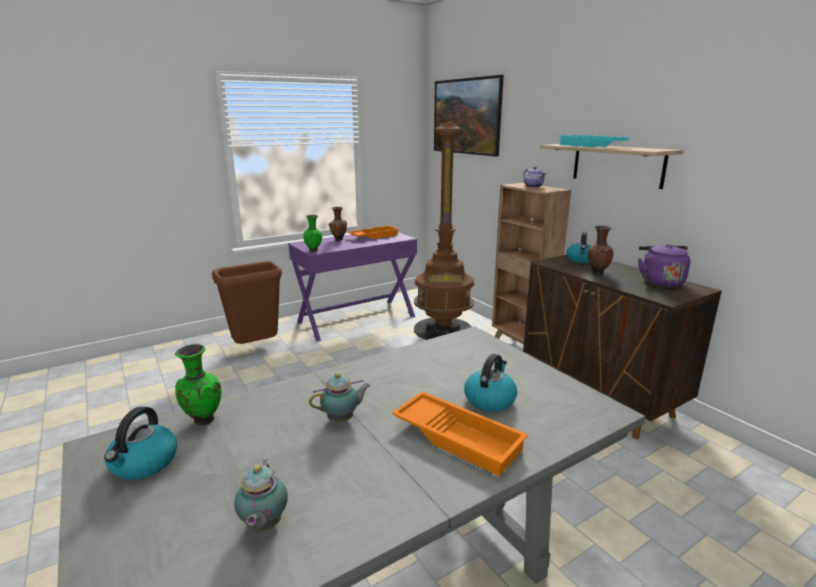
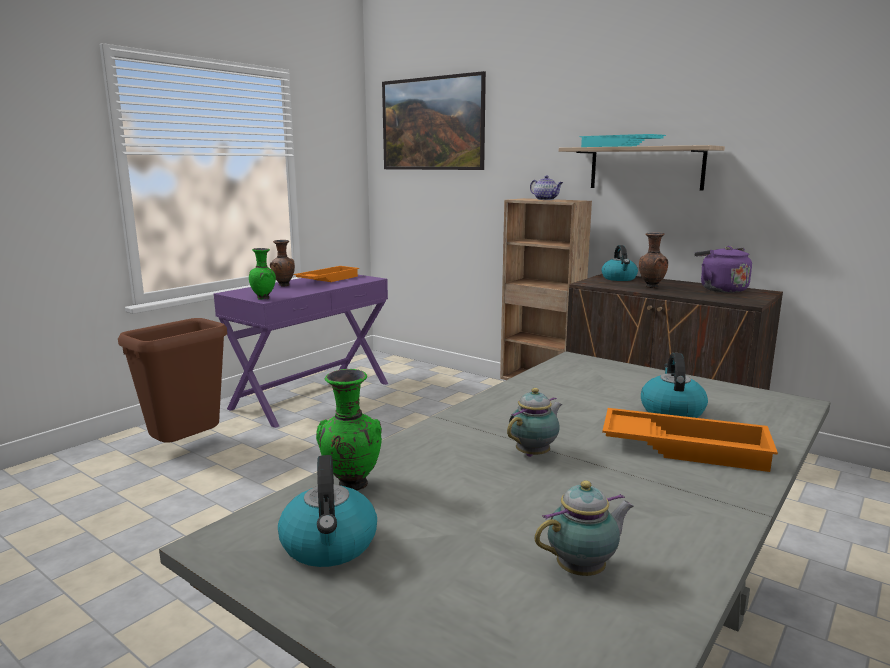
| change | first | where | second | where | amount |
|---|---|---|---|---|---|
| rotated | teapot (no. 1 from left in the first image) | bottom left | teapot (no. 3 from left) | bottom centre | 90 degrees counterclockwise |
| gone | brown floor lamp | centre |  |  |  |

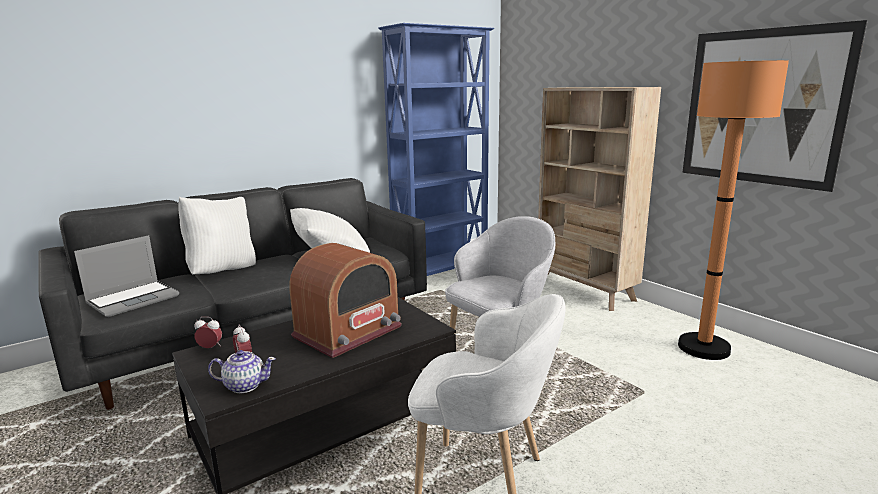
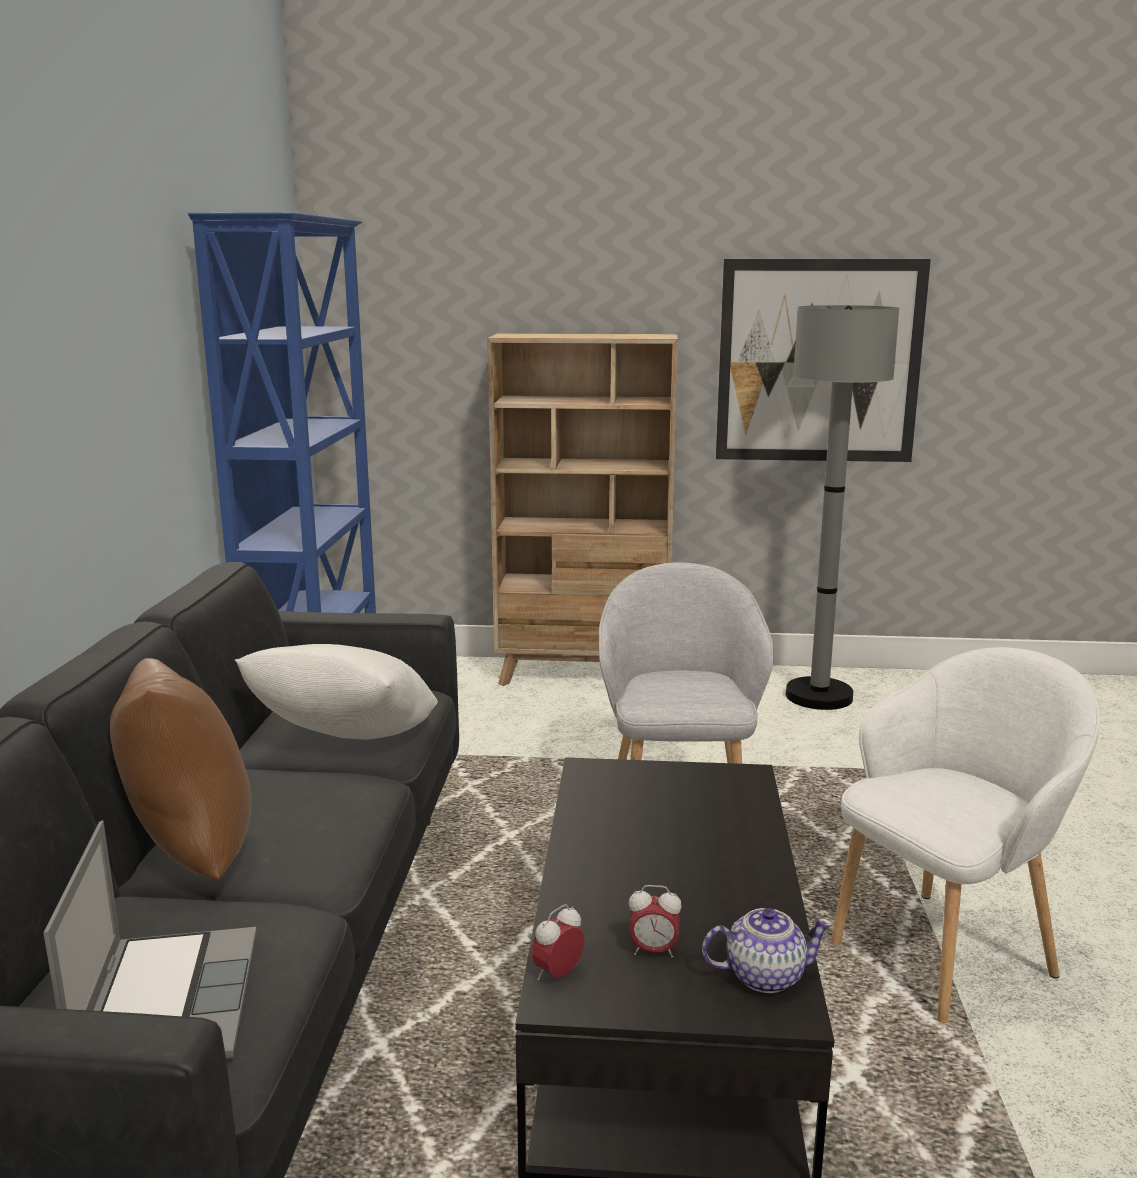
| change | first | where | second | where | amount |
|---|---|---|---|---|---|
| repainted | white pillow (no. 1 from left) | middle left | brown pillow | middle left |  |
| rotated | teapot | bottom left |  | bottom right | 45 degrees clockwise |
| gone | radio | centre |  |  |  |
| repainted | orange floor lamp | middle right | grey floor lamp | middle right |  |

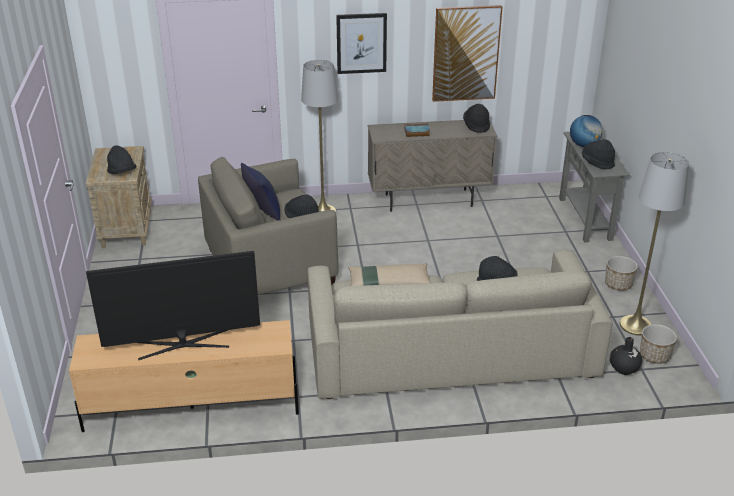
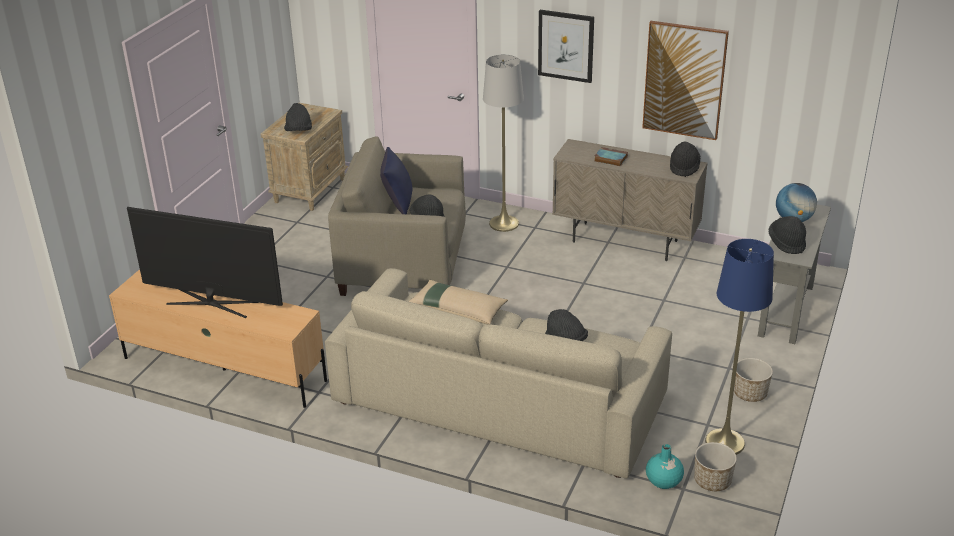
| change | first | where | second | where | amount |
|---|---|---|---|---|---|
| repainted | black vase | bottom right | turquoise vase | bottom right |  |
| repainted | grey floor lamp (no. 2 from left) | middle right | blue floor lamp | middle right |  |

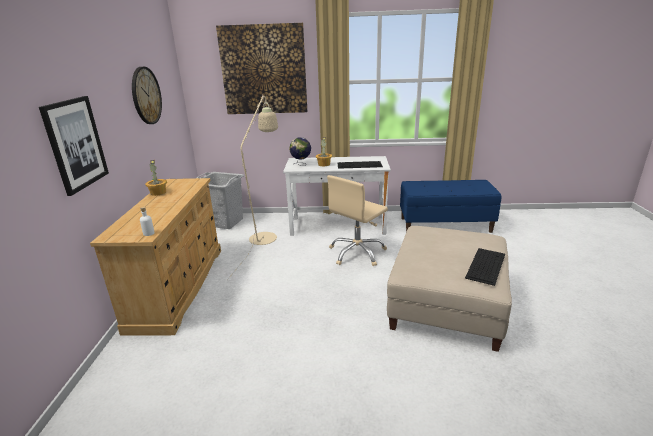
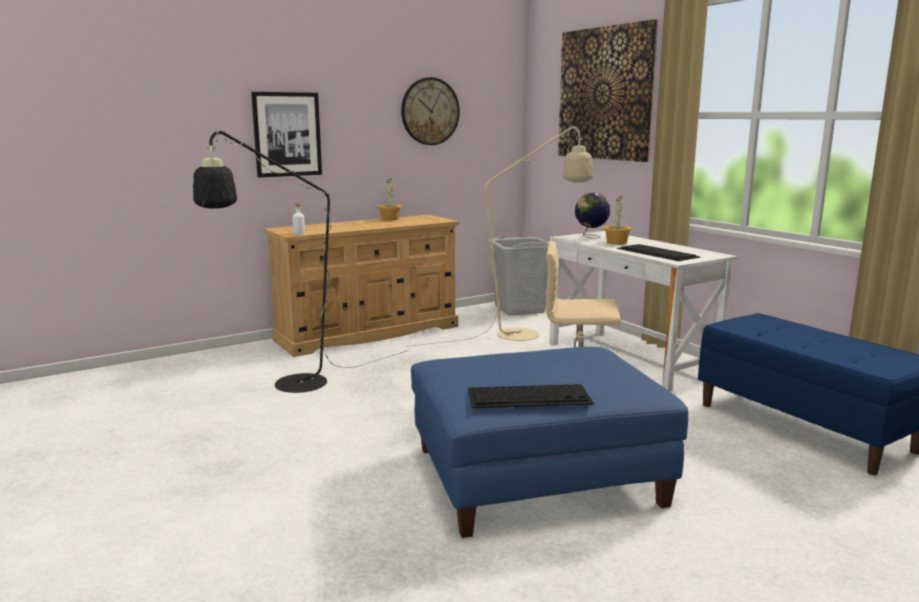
| change | first | where | second | where | amount |
|---|---|---|---|---|---|
| repainted | beige ottoman | middle right | blue ottoman | bottom centre |  |
| new |  |  | black floor lamp | middle left |  |

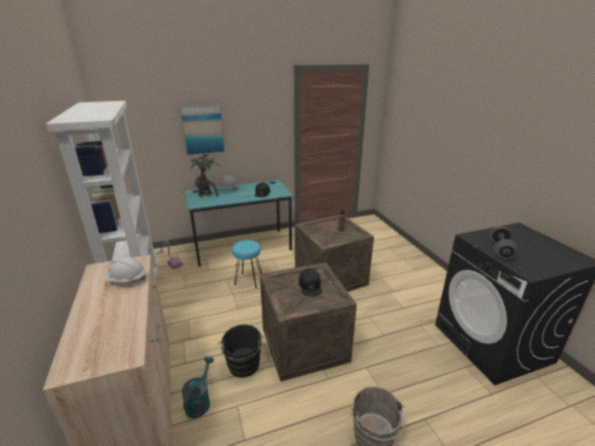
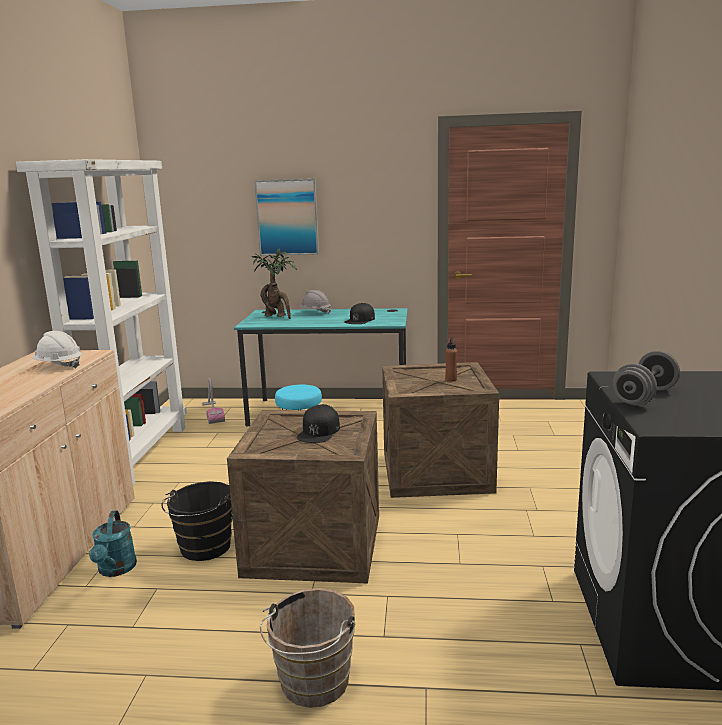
| change | first | where | second | where | amount |
|---|---|---|---|---|---|
| rotated | turquoise watering can | bottom left |  | bottom left | 135 degrees clockwise |

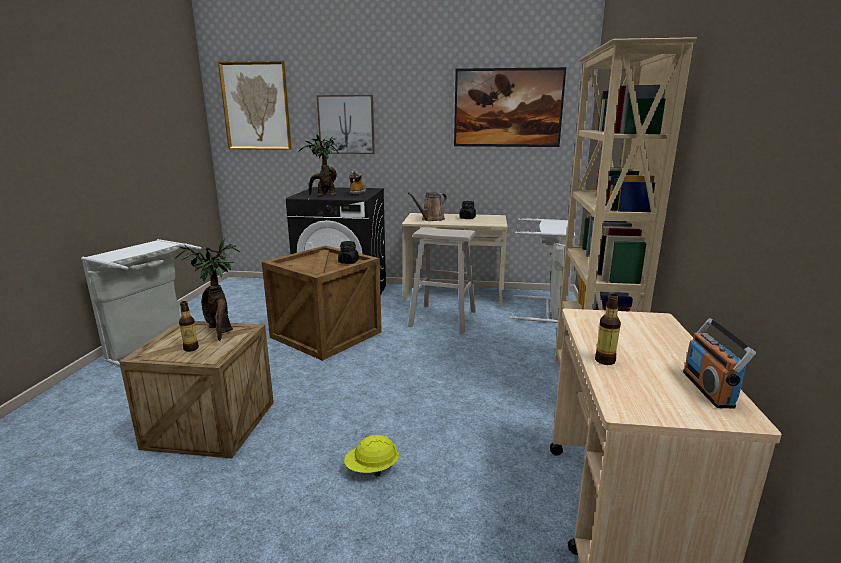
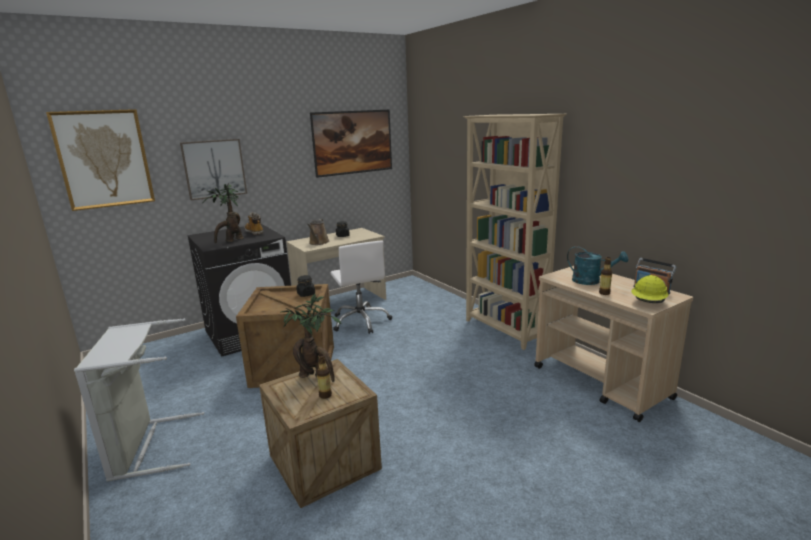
| change | first | where | second | where | amount |
|---|---|---|---|---|---|
| shifted | yellow hard hat | bottom centre |  | middle right |  |
| swapped | beige stool | centre | white office chair | centre |  |
| gone | grey laundry basket (no. 2 from left) | centre |  |  |  |
| new |  |  | turquoise watering can | middle right |  |

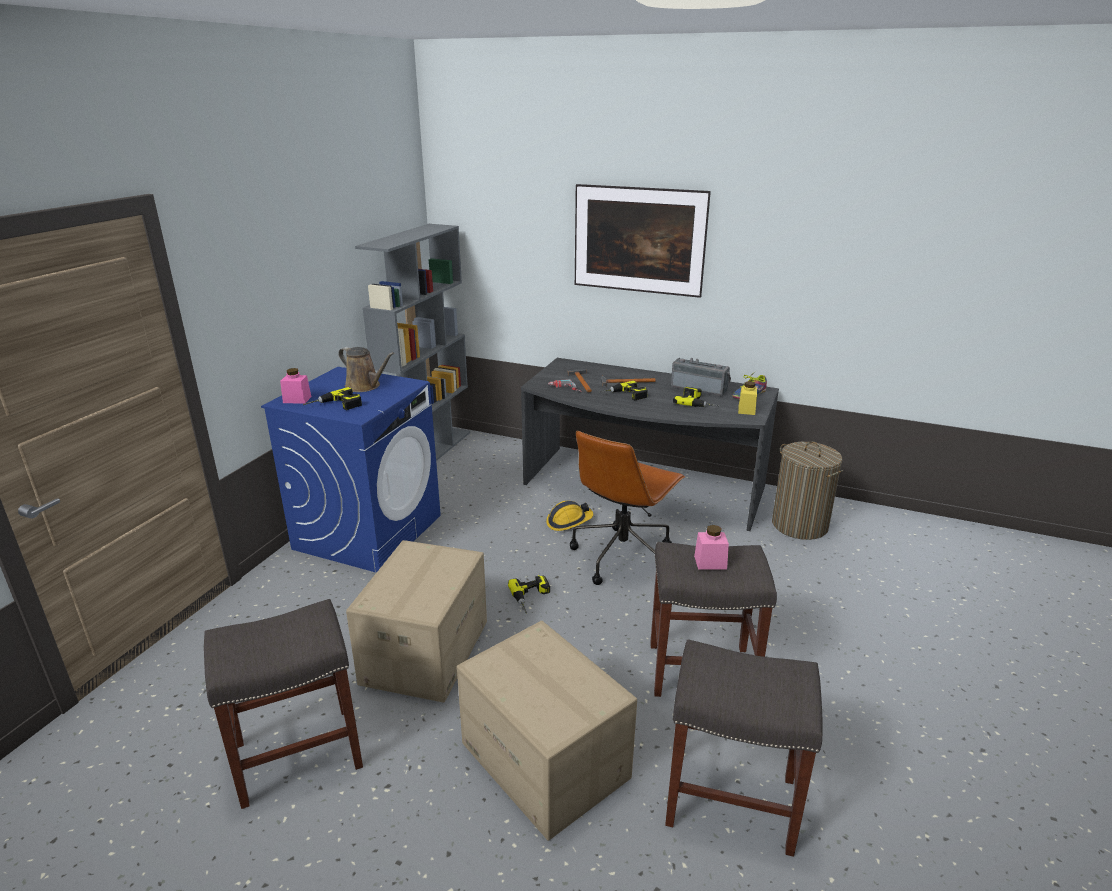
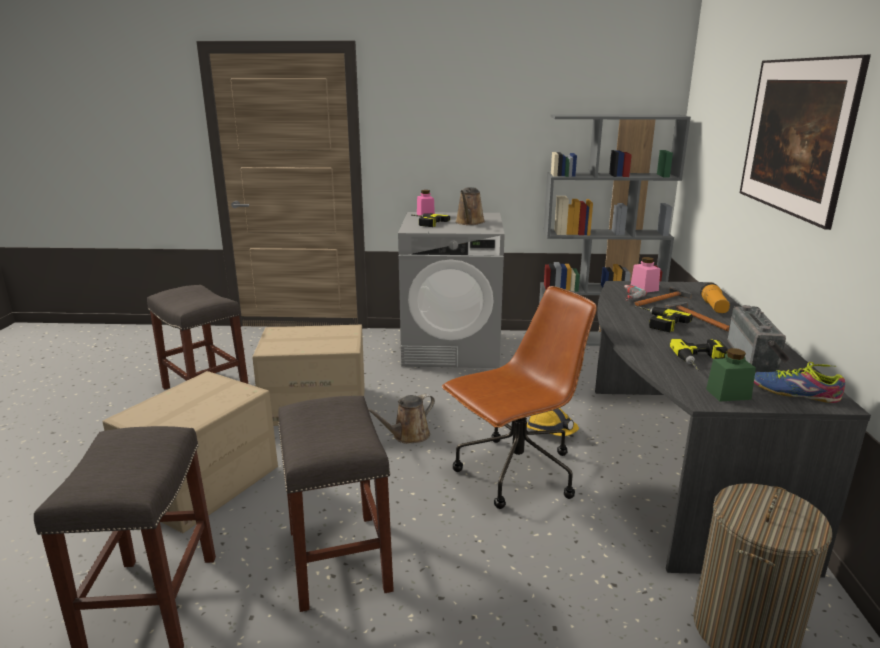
| change | first | where | second | where | amount |
|---|---|---|---|---|---|
| repainted | blue washing machine | middle left | grey washing machine | centre |  |
| swapped | power drill (no. 2 from left) | bottom centre | brown watering can (no. 1 from left) | centre |  |
| rotated | brown office chair | centre |  | centre | 135 degrees clockwise |
| shifted | pink jar (no. 2 from left) | centre |  | middle right |  |
| repainted | yellow jar | middle right | green jar | middle right |  |
| new |  |  | flashlight | middle right |  |

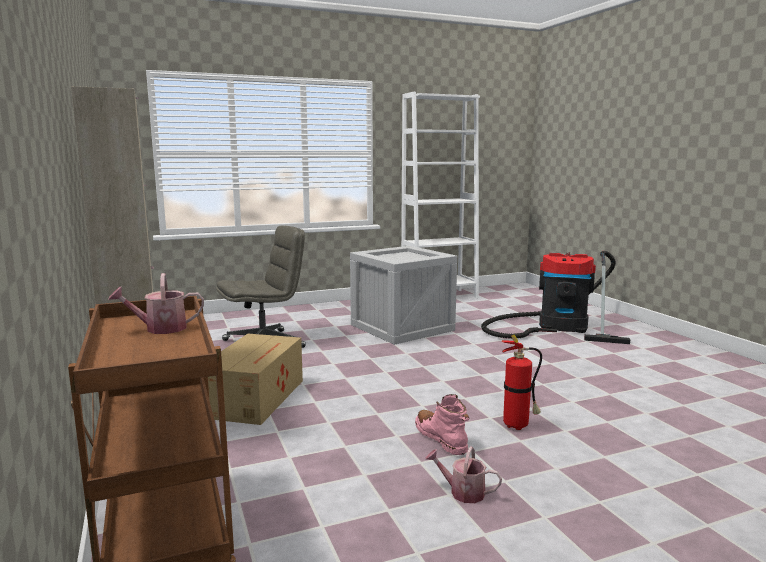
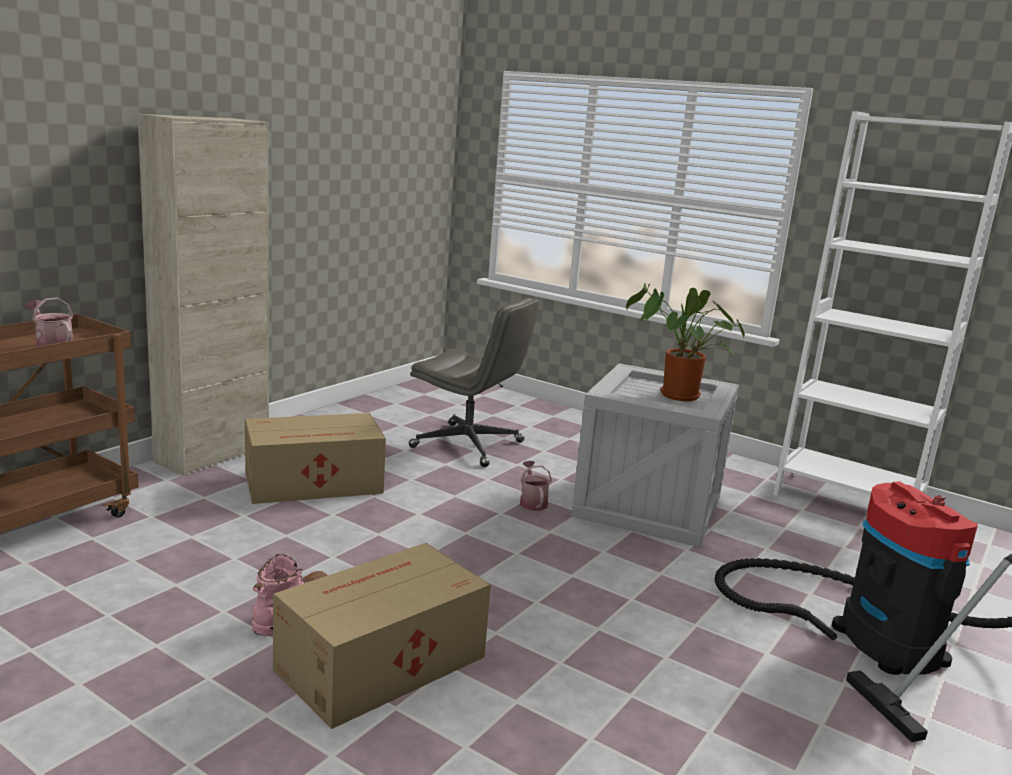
| change | first | where | second | where | amount |
|---|---|---|---|---|---|
| shifted | watering can (no. 2 from left) | bottom centre |  | centre |  |
| swapped | fire extinguisher | bottom right | cardboard box (no. 2 from left) | bottom centre |  |
| new |  |  | potted plant | middle right |  |

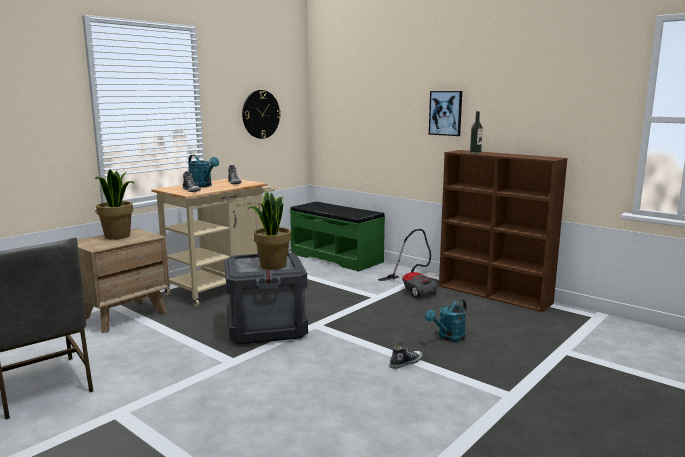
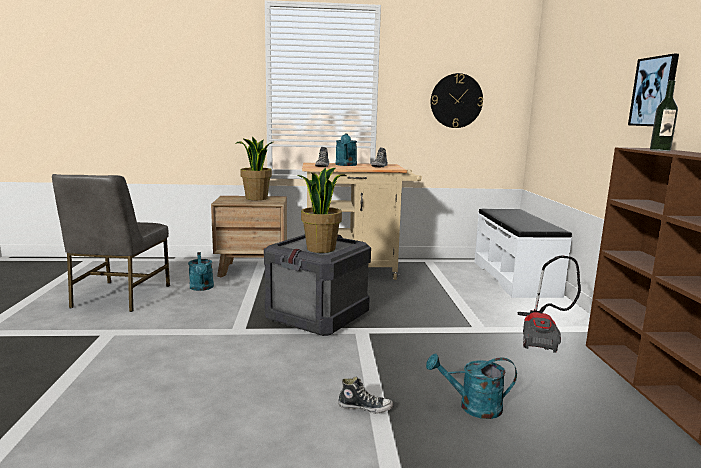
| change | first | where | second | where | amount |
|---|---|---|---|---|---|
| repainted | green bench | centre | white bench | middle right |  |
| new |  |  | turquoise watering can (no. 1 from left) | middle left |  |

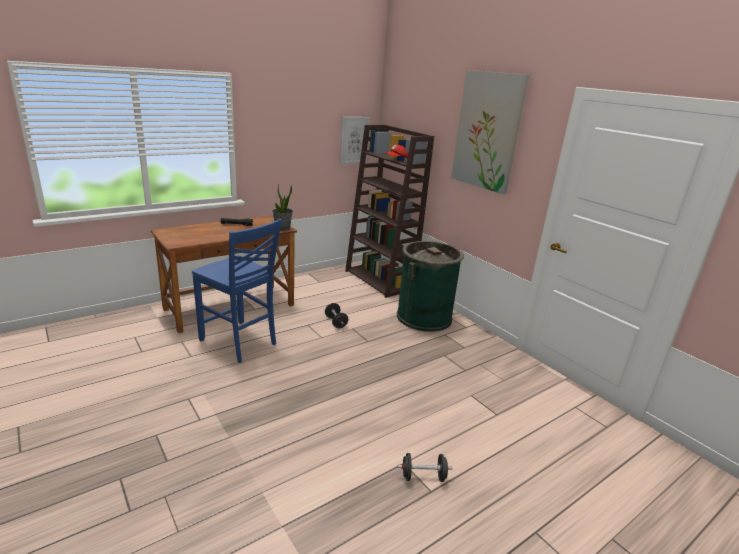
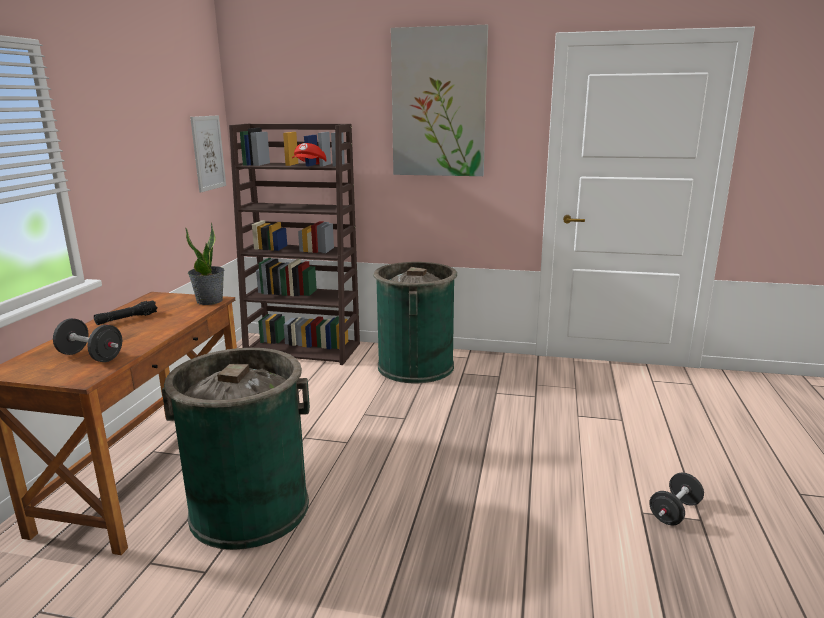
| change | first | where | second | where | amount |
|---|---|---|---|---|---|
| swapped | blue chair | middle left | green trash can (no. 1 from left) | bottom left |  |
| shifted | black dumbbell (no. 1 from left) | centre |  | middle left |  |

